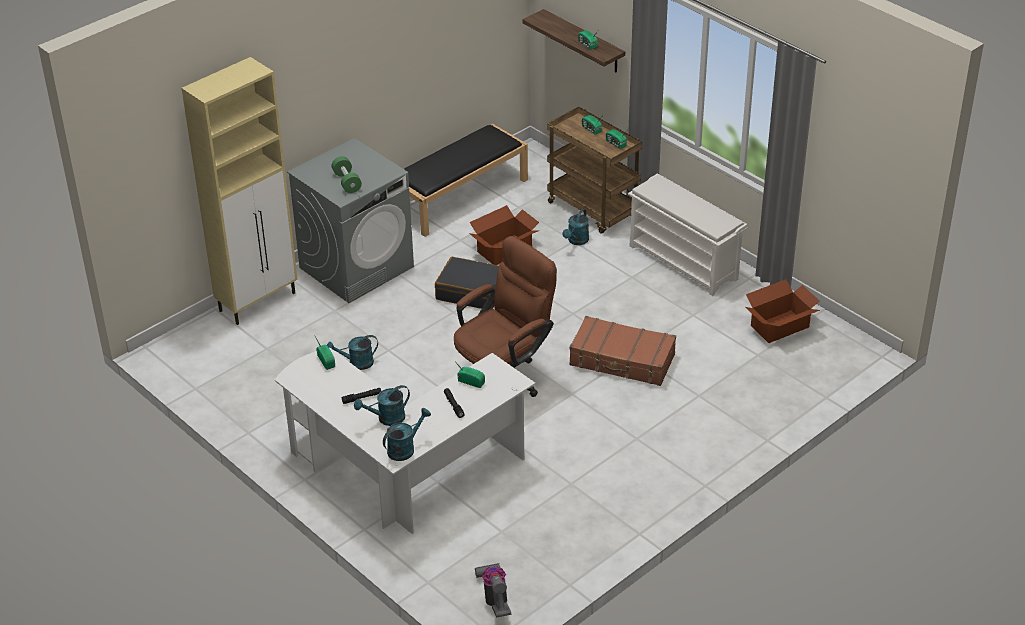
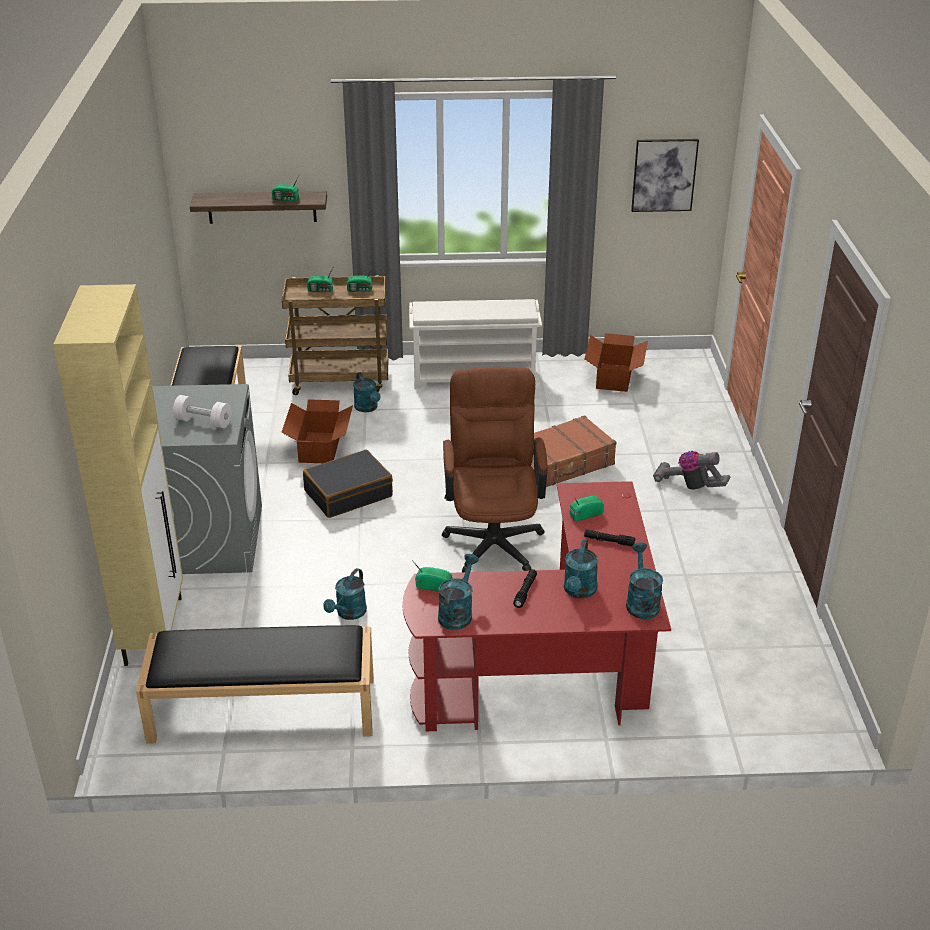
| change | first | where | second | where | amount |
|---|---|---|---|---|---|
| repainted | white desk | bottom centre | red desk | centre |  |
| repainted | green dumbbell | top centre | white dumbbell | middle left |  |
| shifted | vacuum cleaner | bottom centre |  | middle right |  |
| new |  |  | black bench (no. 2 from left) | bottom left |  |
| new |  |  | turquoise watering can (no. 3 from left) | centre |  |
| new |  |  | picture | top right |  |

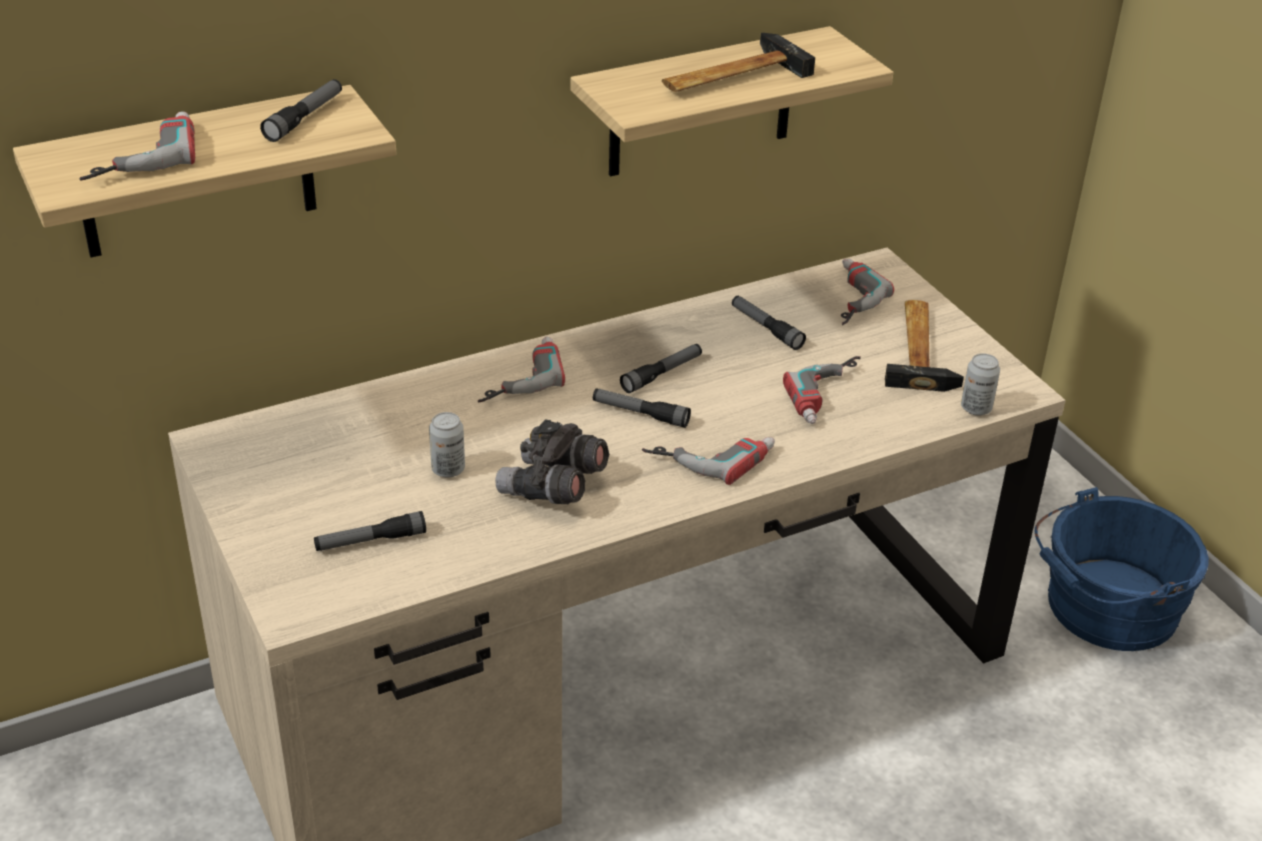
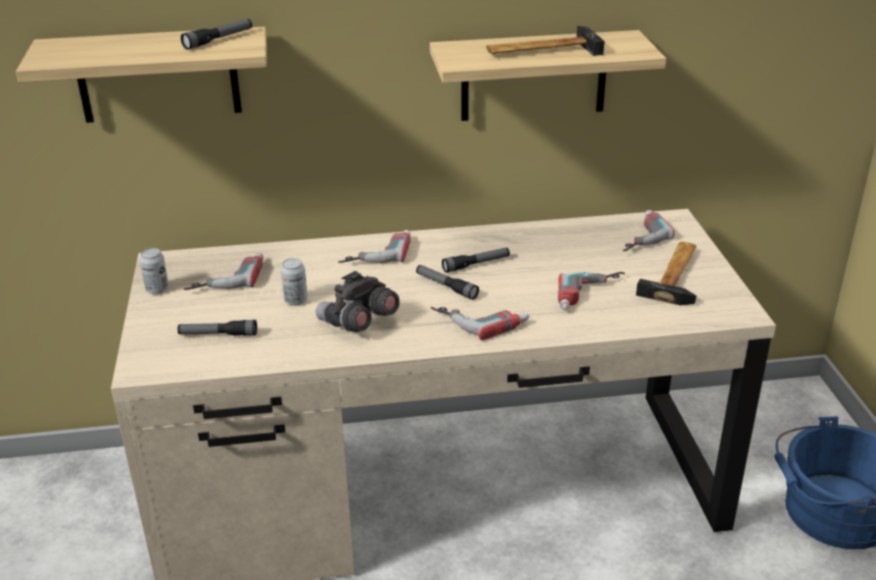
| change | first | where | second | where | amount |
|---|---|---|---|---|---|
| shifted | power drill (no. 1 from left) | top left |  | middle left |  |
| gone | flashlight (no. 5 from left) | centre |  |  |  |
| shifted | can (no. 2 from left in the first image) | middle right | can (no. 1 from left) | middle left |  |

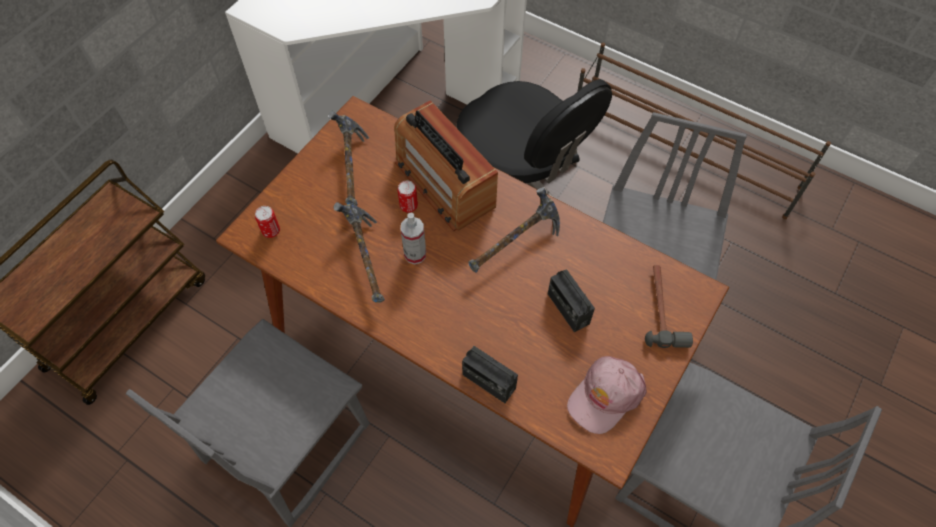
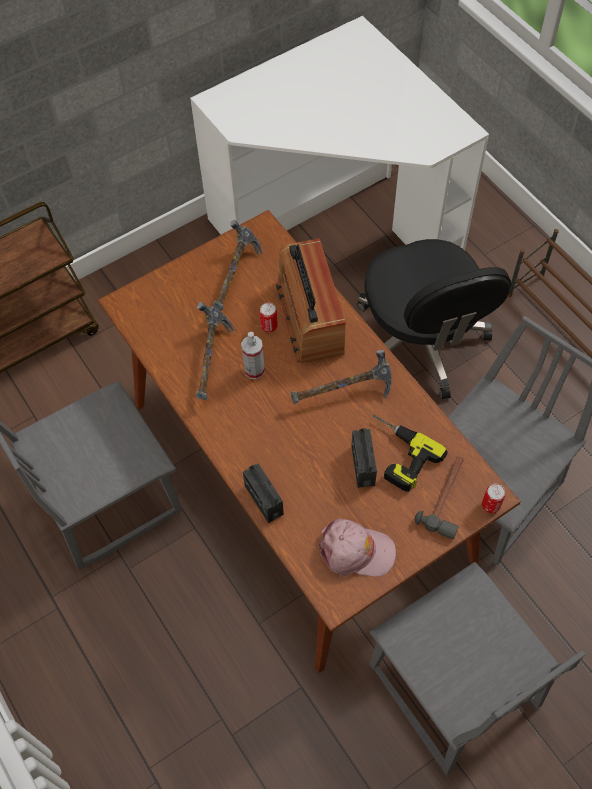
| change | first | where | second | where | amount |
|---|---|---|---|---|---|
| shifted | can (no. 1 from left in the first image) | middle left | can (no. 2 from left) | middle right |  |
| rotated | pink cap | bottom centre |  | bottom centre | 150 degrees counterclockwise |
| new |  |  | power drill | middle right |  |

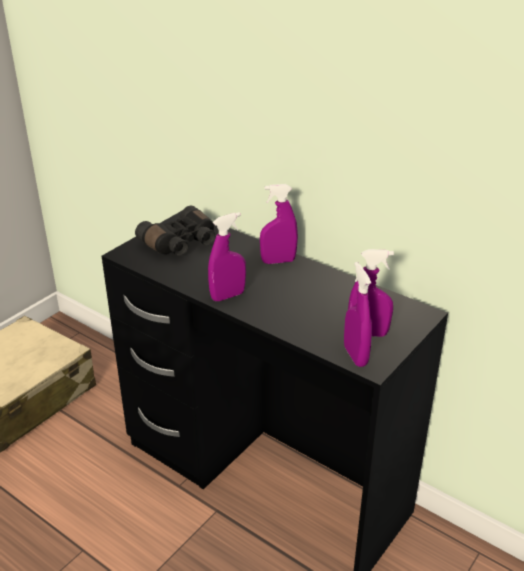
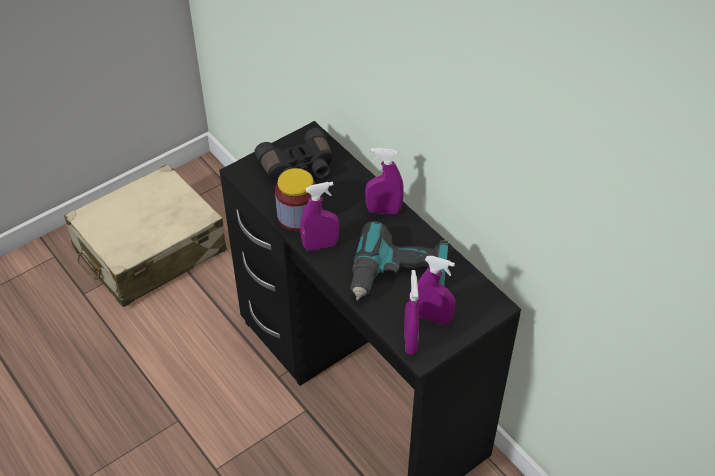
| change | first | where | second | where | amount |
|---|---|---|---|---|---|
| new |  |  | jar | centre |  |
| new |  |  | power drill | centre |  |

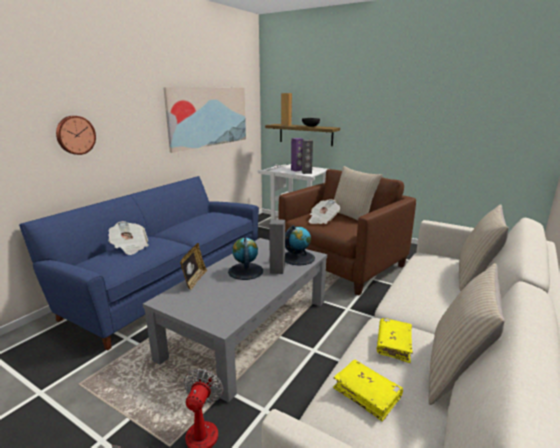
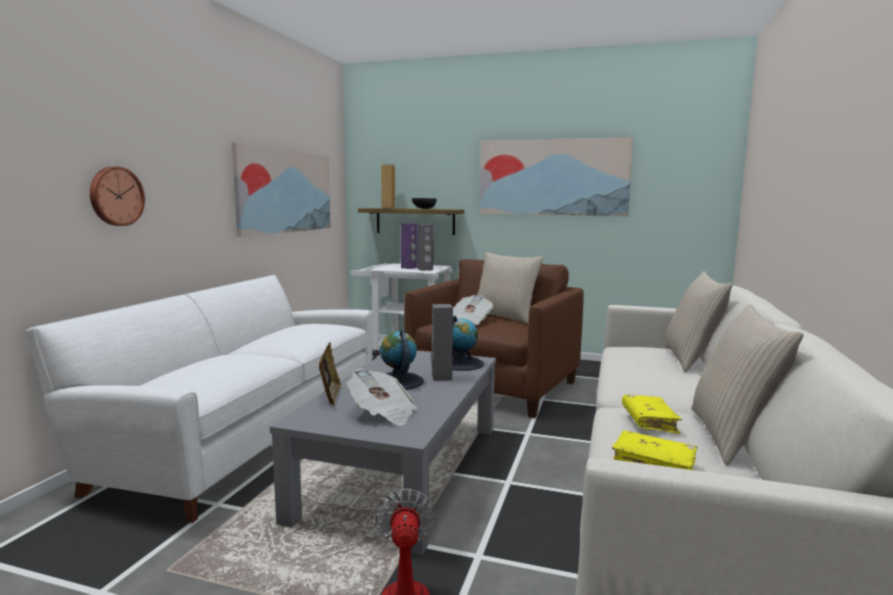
| change | first | where | second | where | amount |
|---|---|---|---|---|---|
| repainted | blue sofa | middle left | white sofa (no. 1 from left) | bottom left |  |
| shifted | newspaper (no. 1 from left) | middle left |  | bottom centre |  |
| new |  |  | picture (no. 2 from left) | top centre |  |

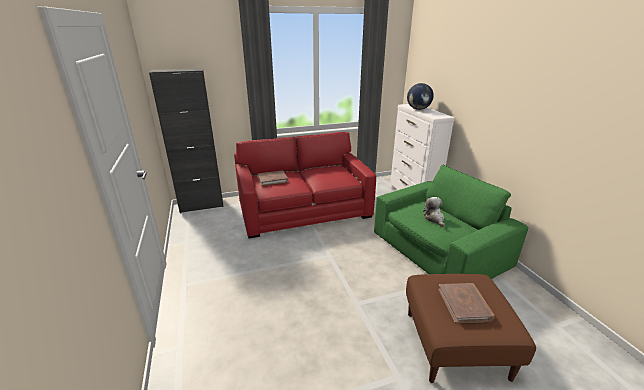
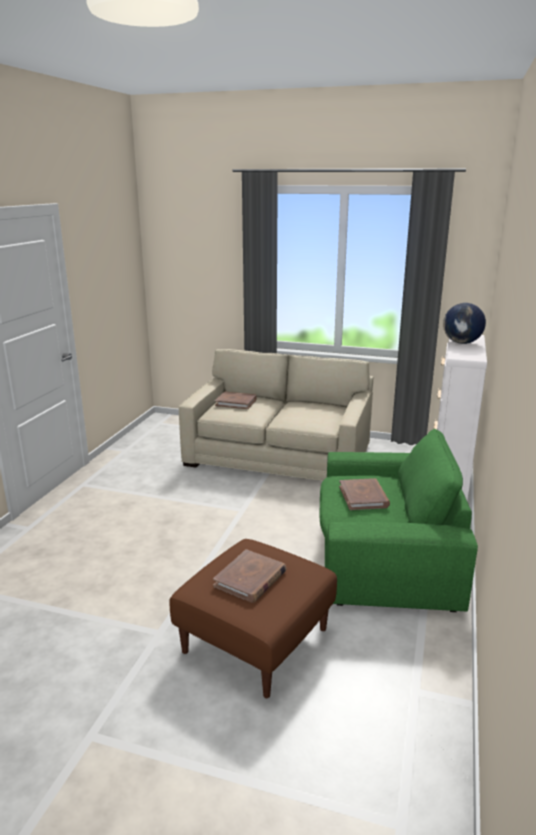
| change | first | where | second | where | amount |
|---|---|---|---|---|---|
| gone | black cabinet | middle left |  |  |  |
| repainted | red sofa | centre | beige sofa | centre |  |
| swapped | plush toy | middle right | brown book (no. 3 from left) | middle right |  |

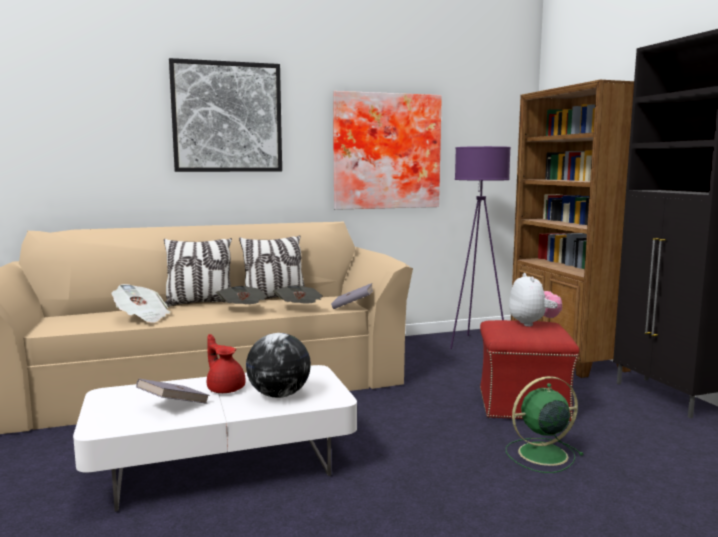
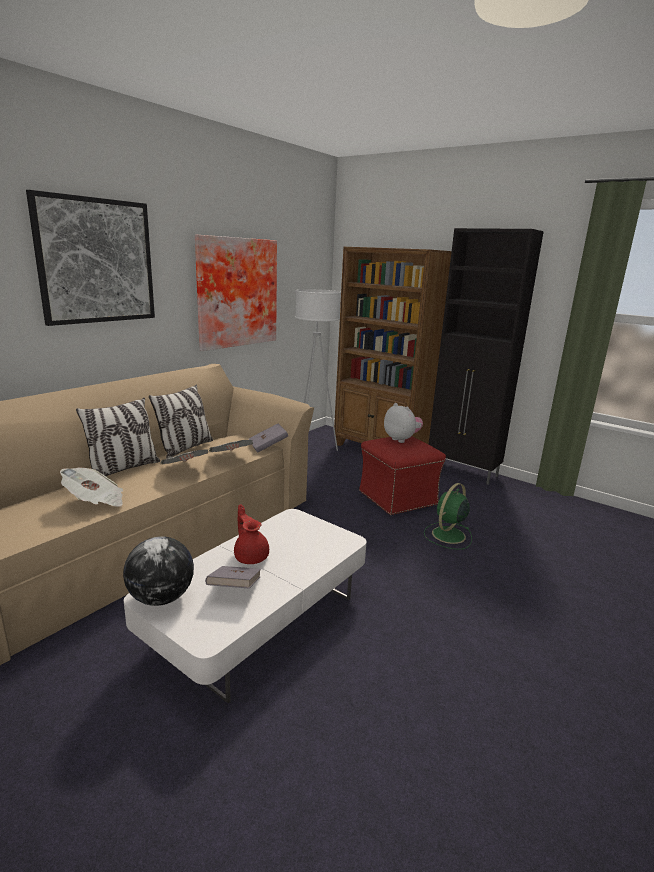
| change | first | where | second | where | amount |
|---|---|---|---|---|---|
| rotated | red teapot | bottom left |  | centre | 45 degrees clockwise |
| shifted | globe | bottom centre |  | middle left |  |
| repainted | purple floor lamp | middle right | white floor lamp | centre |  |

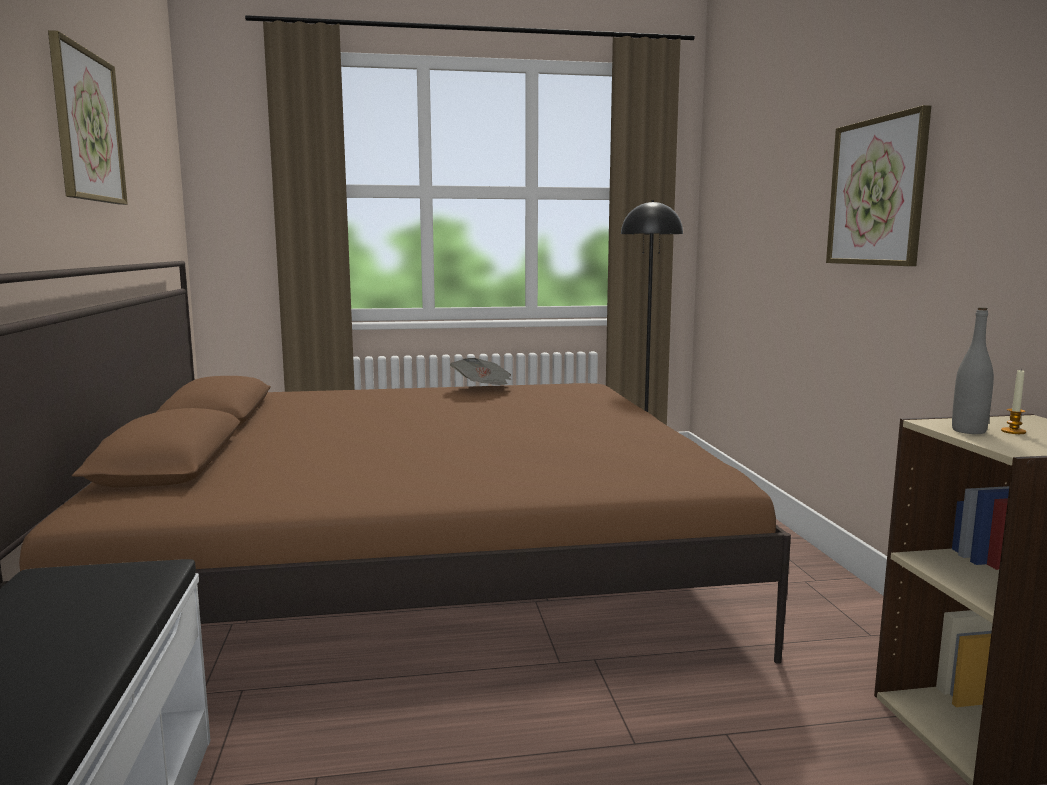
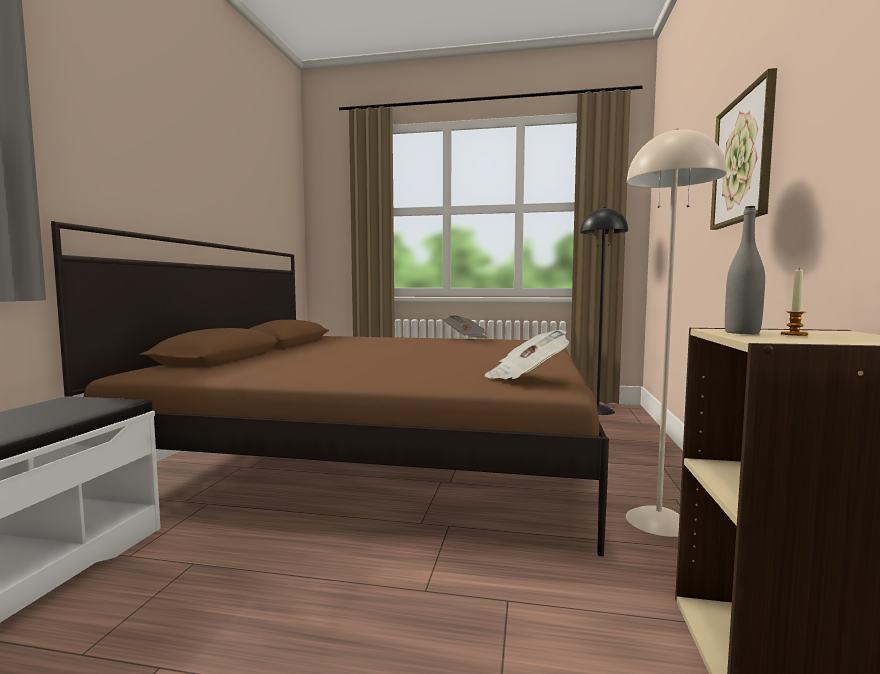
| change | first | where | second | where | amount |
|---|---|---|---|---|---|
| gone | picture (no. 1 from left) | top left |  |  |  |
| new |  |  | newspaper (no. 2 from left) | centre |  |
| new |  |  | beige floor lamp | middle right |  |

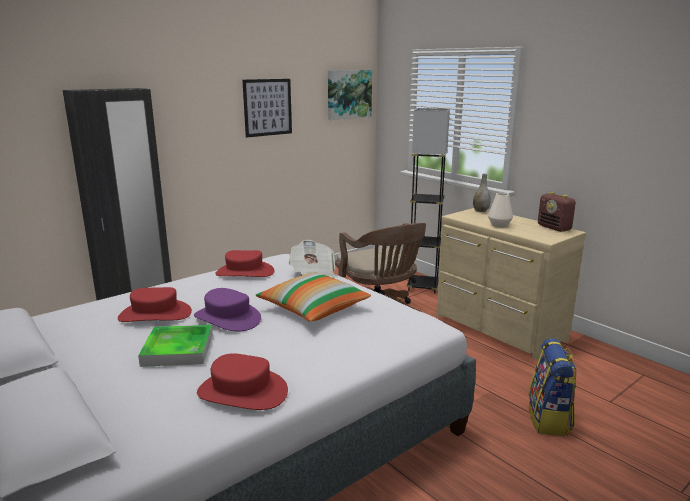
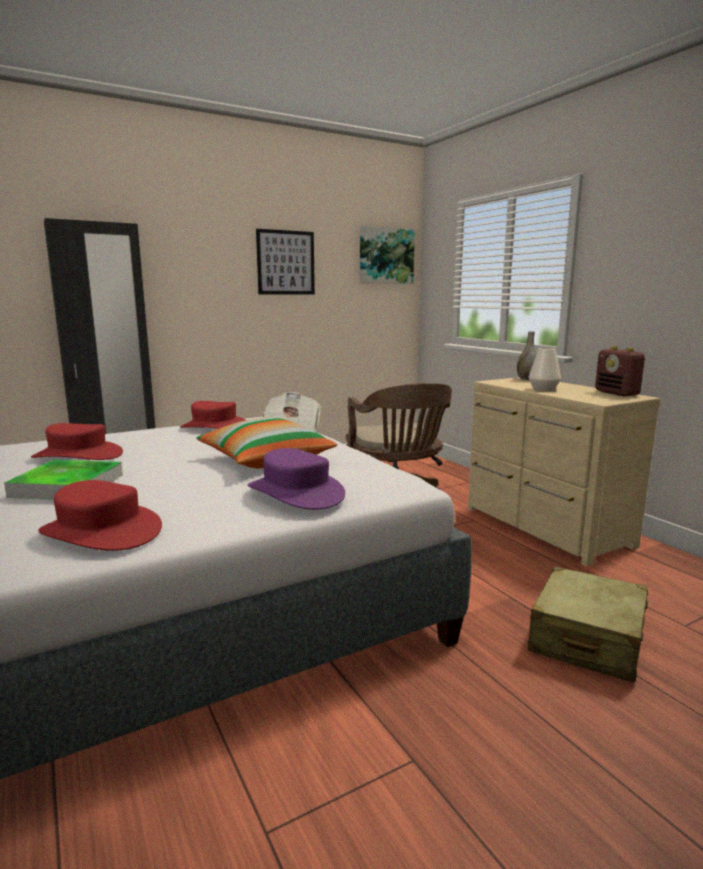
| change | first | where | second | where | amount |
|---|---|---|---|---|---|
| shifted | purple hat | middle left |  | centre |  |
| gone | grey floor lamp | centre |  |  |  |
| swapped | backpack | bottom right | beige suitcase | bottom right |  |

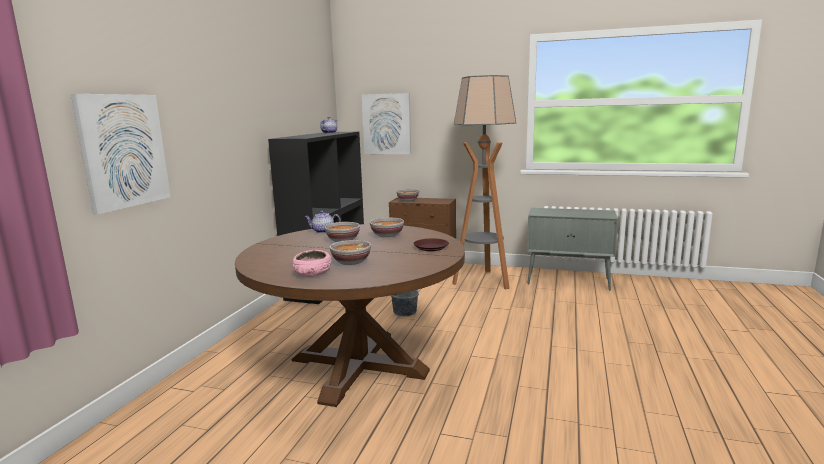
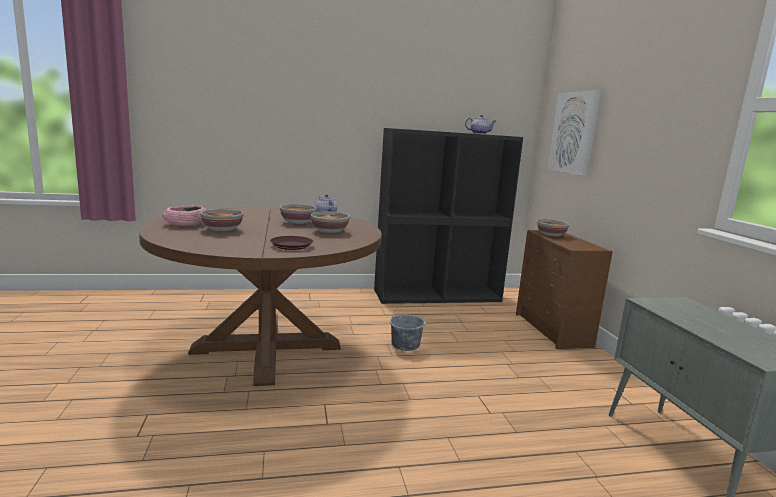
| change | first | where | second | where | amount |
|---|---|---|---|---|---|
| gone | picture (no. 1 from left) | top left |  |  |  |
| gone | floor lamp | centre |  |  |  |

